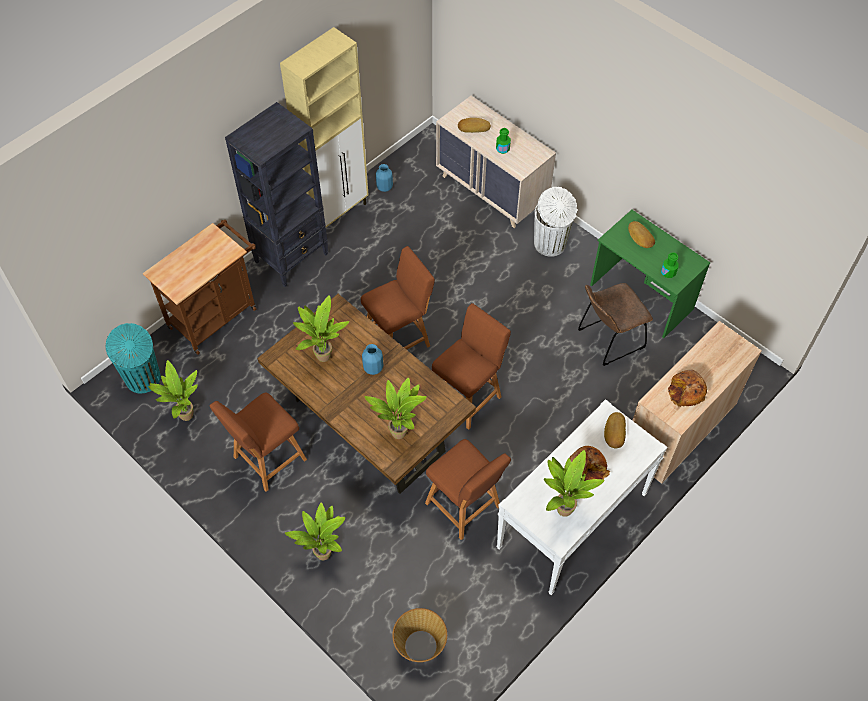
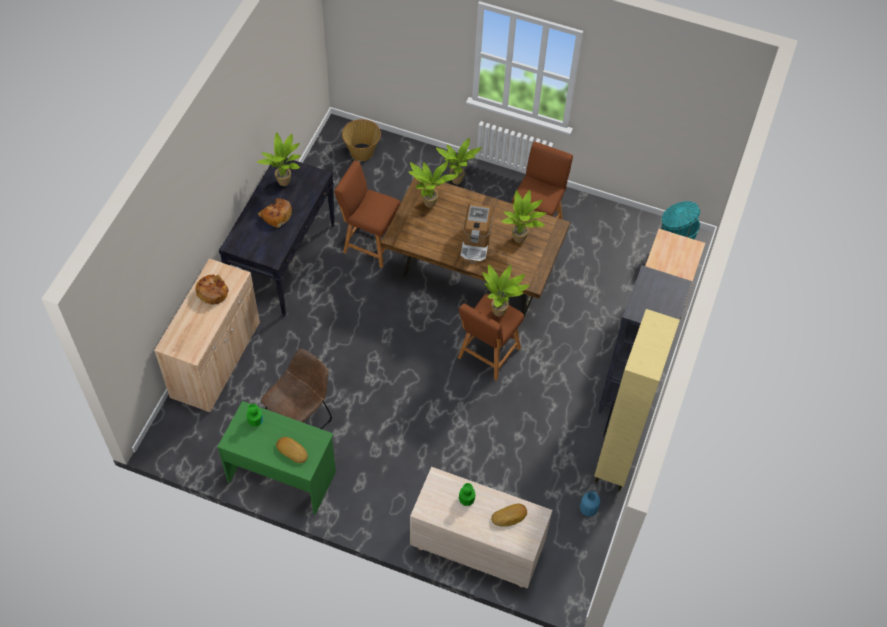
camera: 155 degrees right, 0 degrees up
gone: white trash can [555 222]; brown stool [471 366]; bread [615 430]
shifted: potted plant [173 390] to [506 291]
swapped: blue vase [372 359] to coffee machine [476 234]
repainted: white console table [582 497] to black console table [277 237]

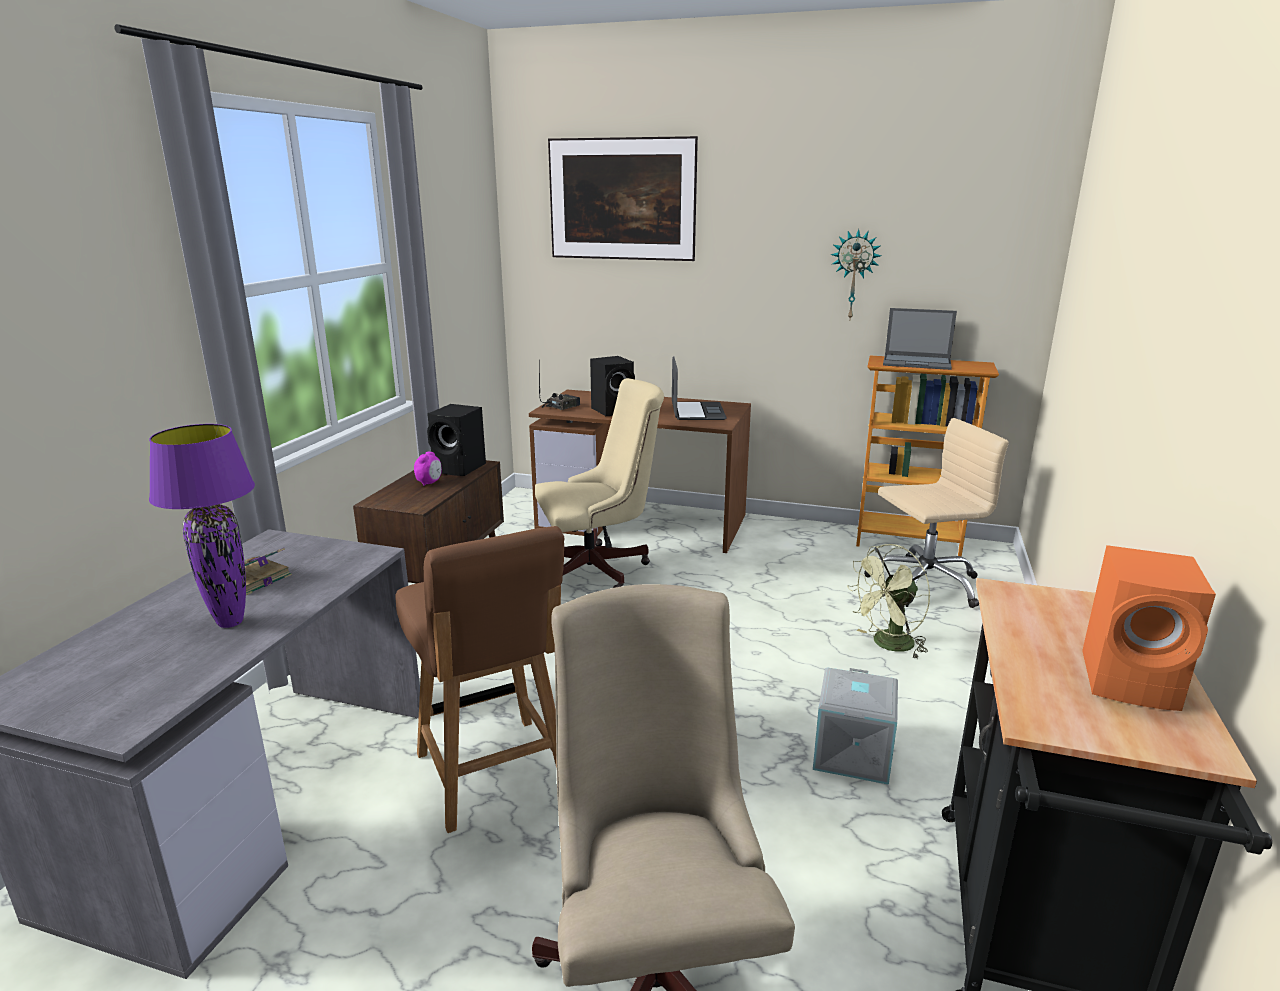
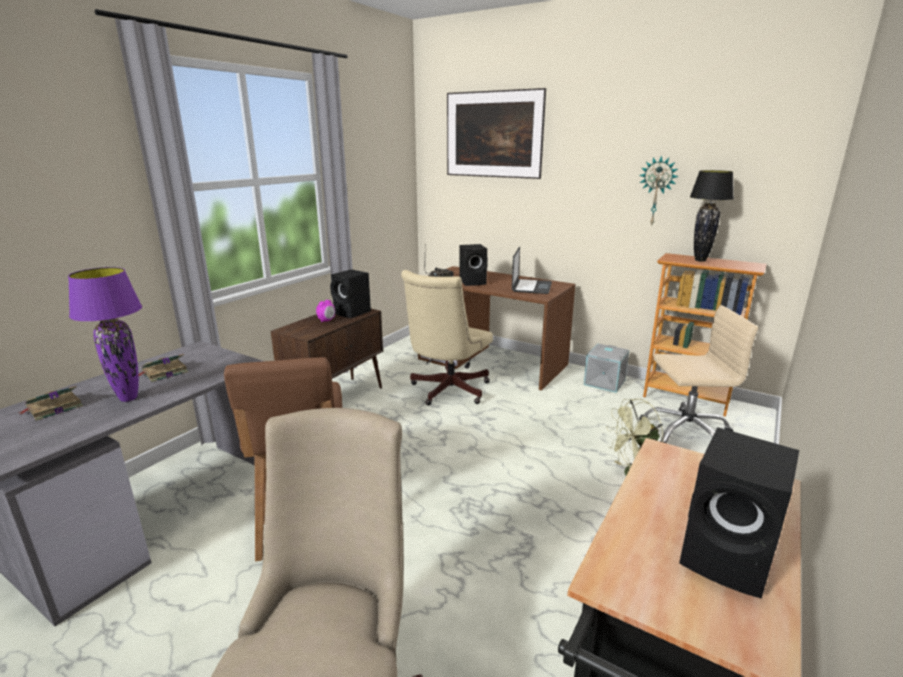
camera: 15 degrees right, 0 degrees up
new: book [50 403]
shifted: grey storage box [855 726] to [606 368]
swapped: laptop [920 339] to black table lamp [712 216]
repainted: orange speaker [1149 628] to black speaker [739 513]
rotated: beige office chair [599 483] = [447 337] 120 degrees clockwise

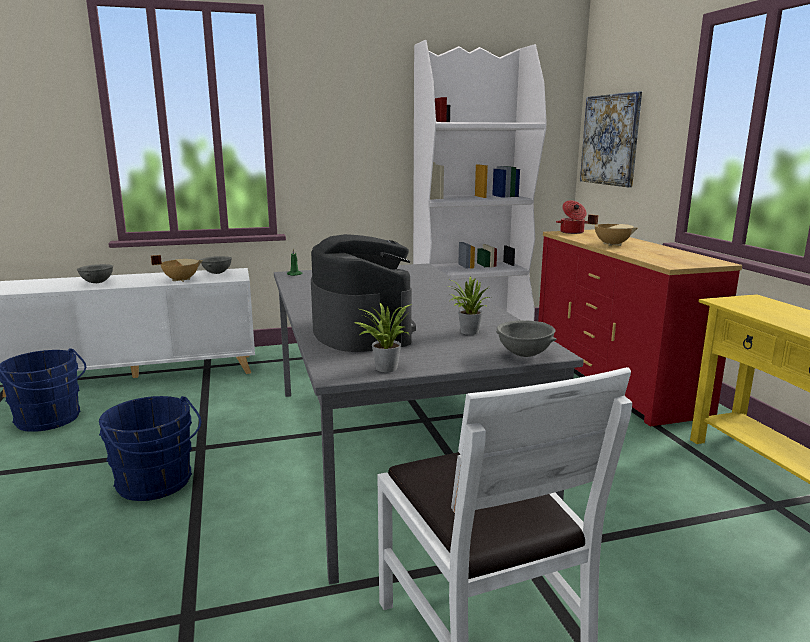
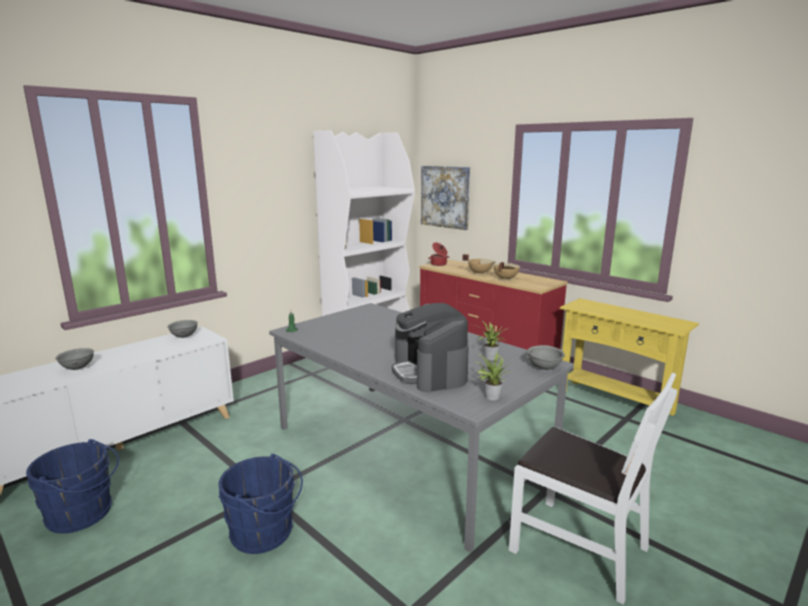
camera: 30 degrees left, 0 degrees up
shifted: beige cooking pot [177 268] to [506 271]
rotated: coffee machine [363 293] = [430 347] 150 degrees counterclockwise

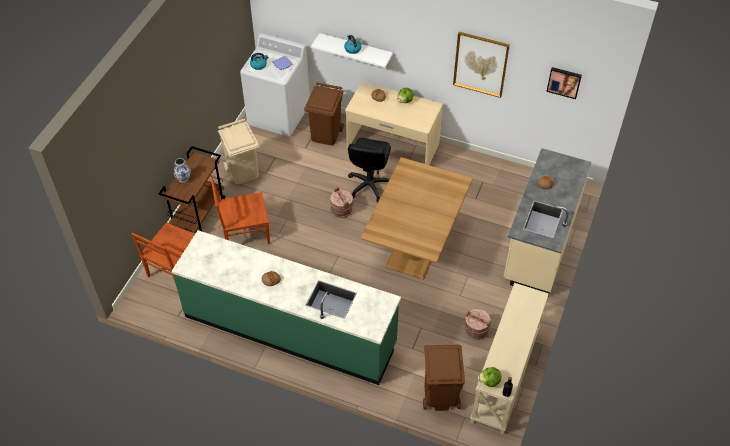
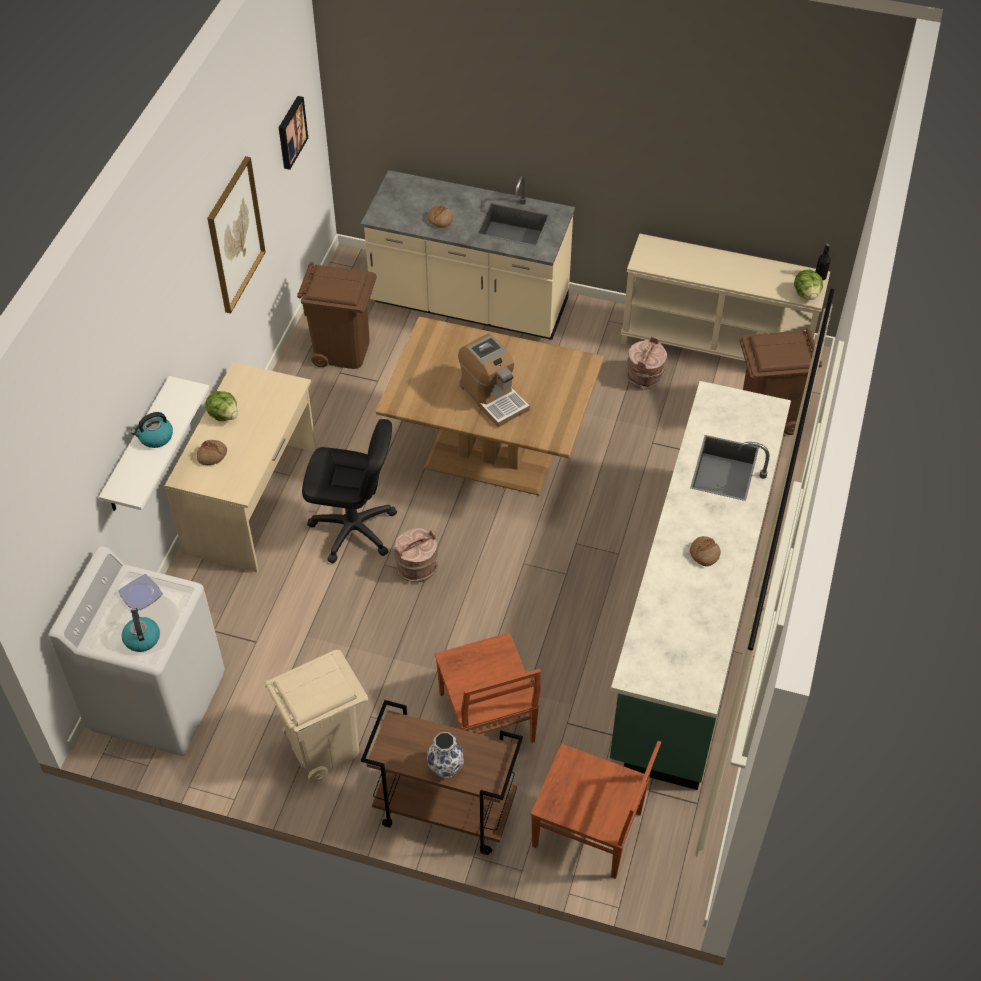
camera: 95 degrees left, 0 degrees up
new: coffee machine [494 380]
shifted: brown trash can [324 113] to [337 315]

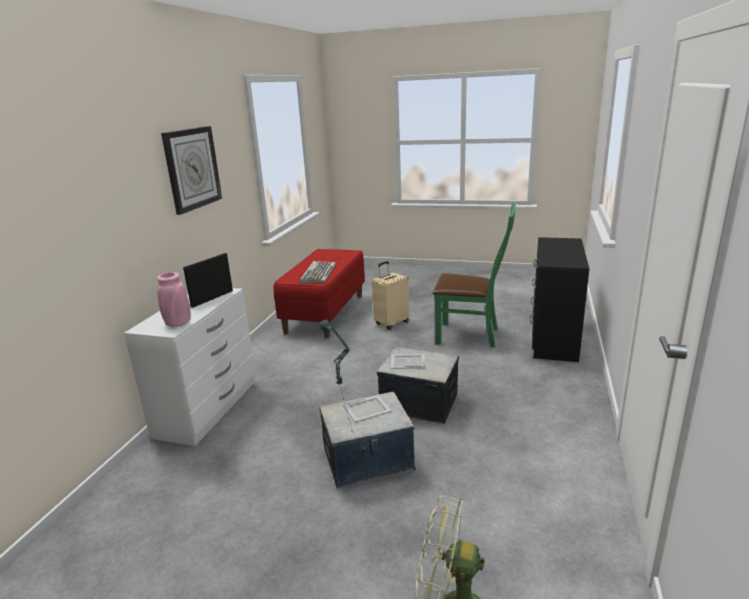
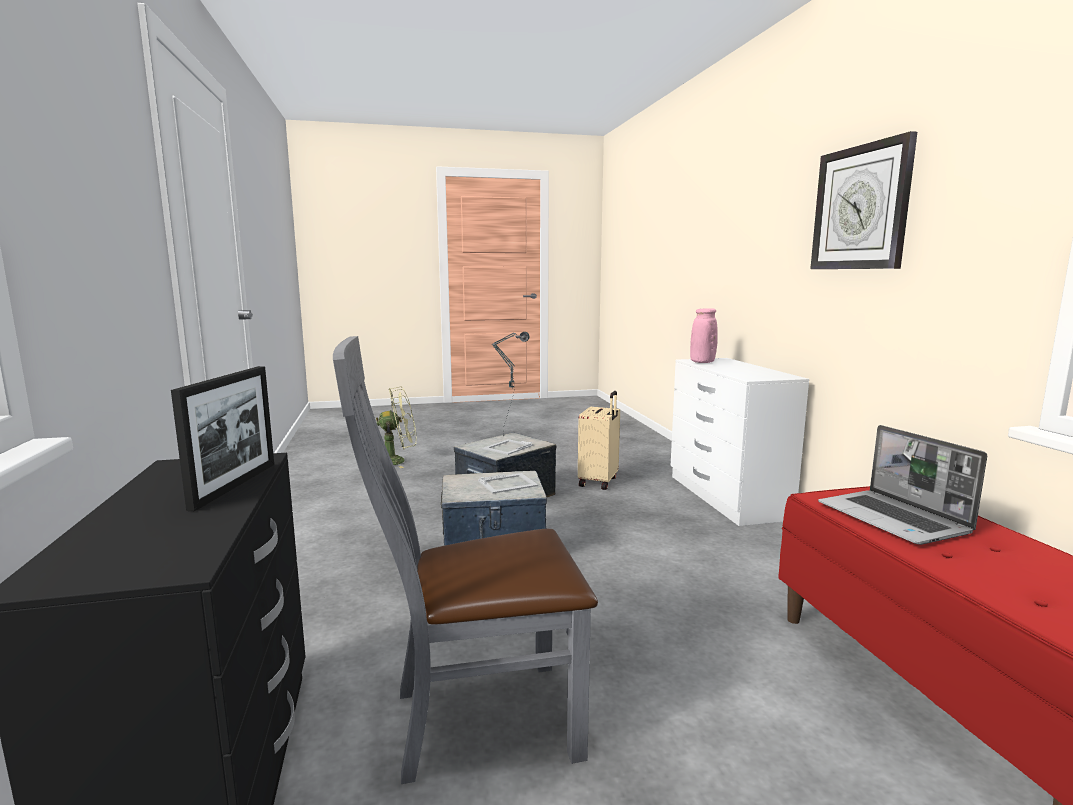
camera: 150 degrees right, 10 degrees down
shifted: picture frame [208 280] to [222 438]; beige suitcase [391 295] to [599 440]
swapped: keyboard [318 272] to laptop [902 485]
repainted: green chair [474 275] to grey chair [465 560]

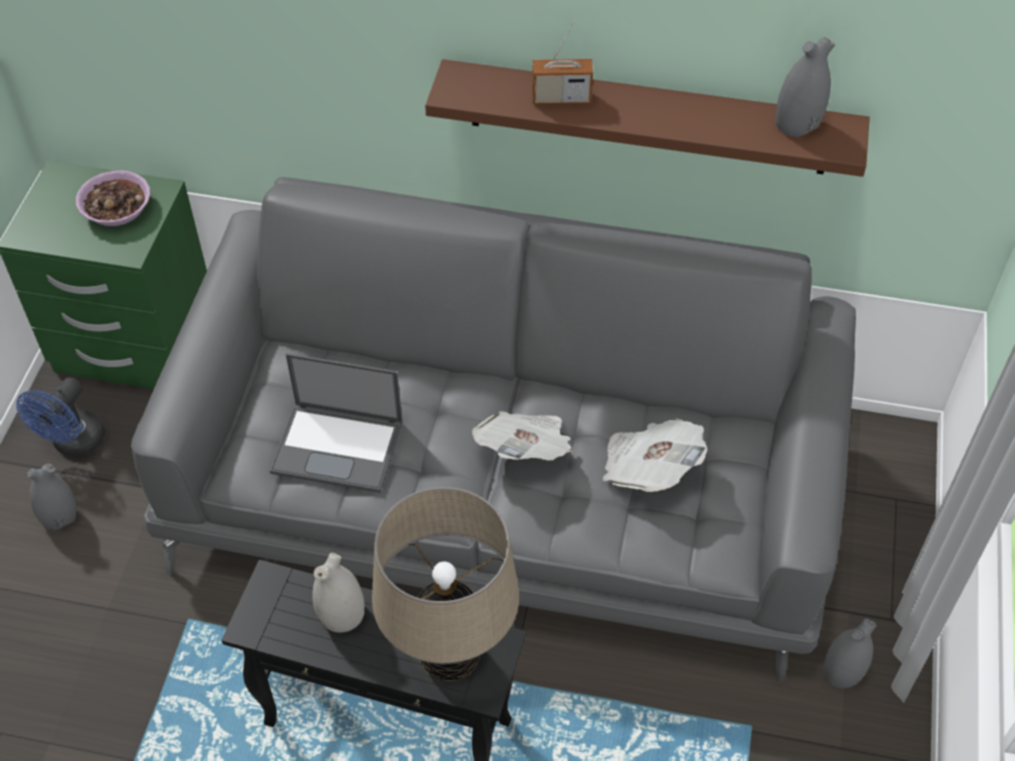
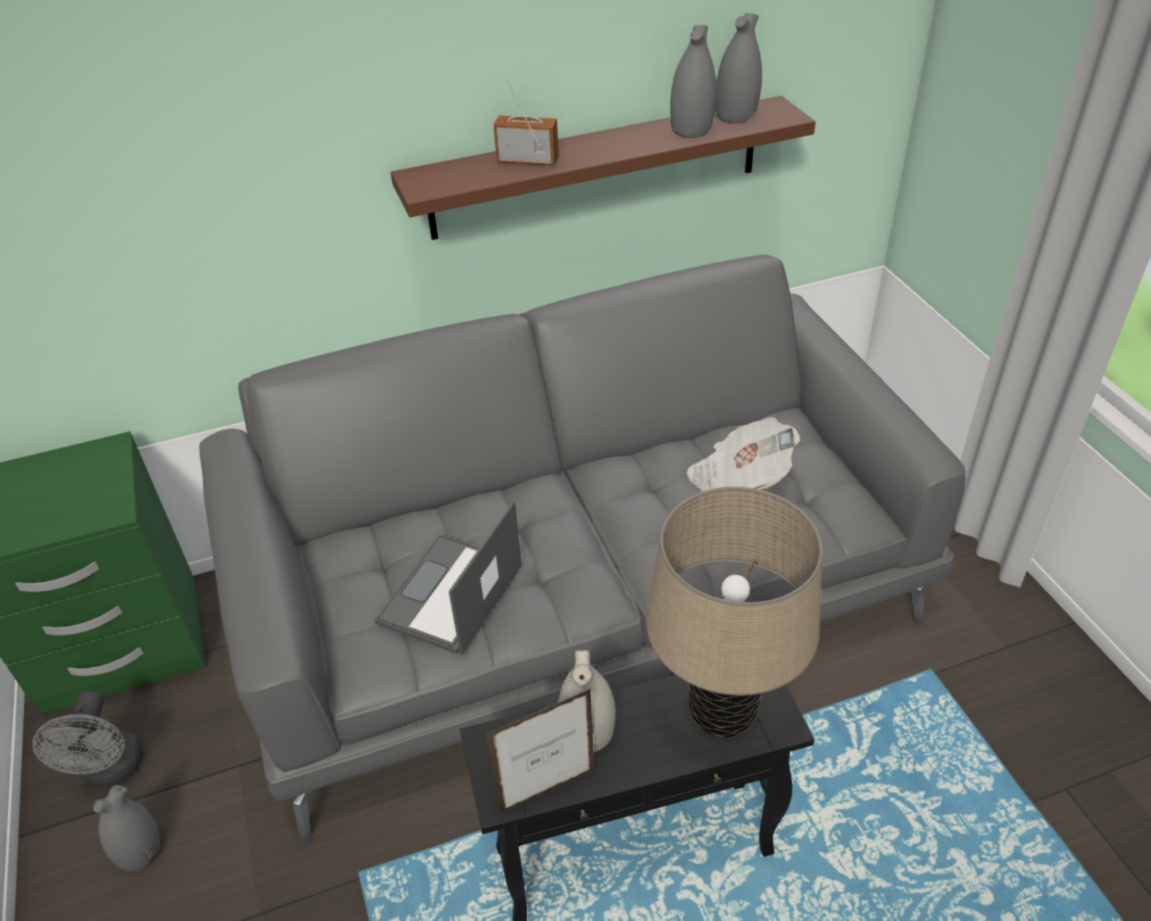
camera: 30 degrees left, 10 degrees down
gone: bowl [113 198]; newspaper [522 436]
new: picture frame [541 751]
shifted: grey vase [850 653] to [693 81]
repainted: blue fan [60 417] to grey fan [87 739]
rotated: radio [562 62] = [526 123] 135 degrees counterclockwise; laptop [336 423] = [448 578] 135 degrees clockwise

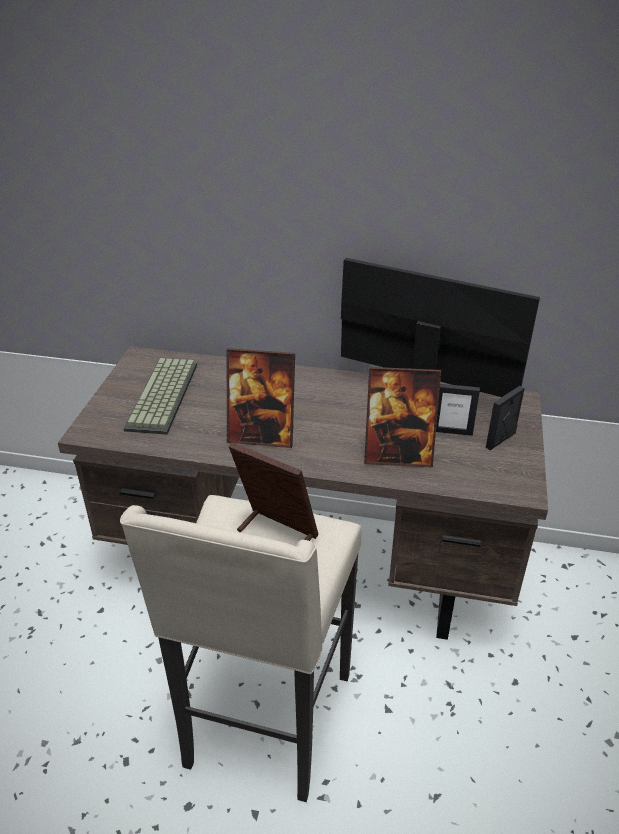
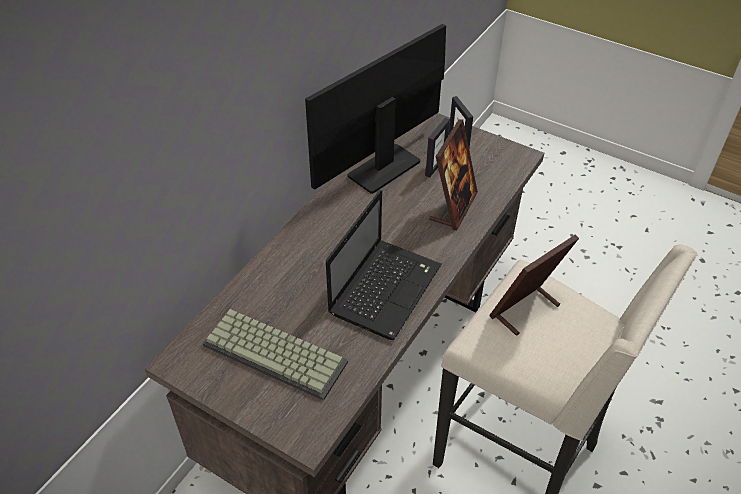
camera: 70 degrees left, 10 degrees up
swapped: picture frame [261 398] to laptop [383 265]

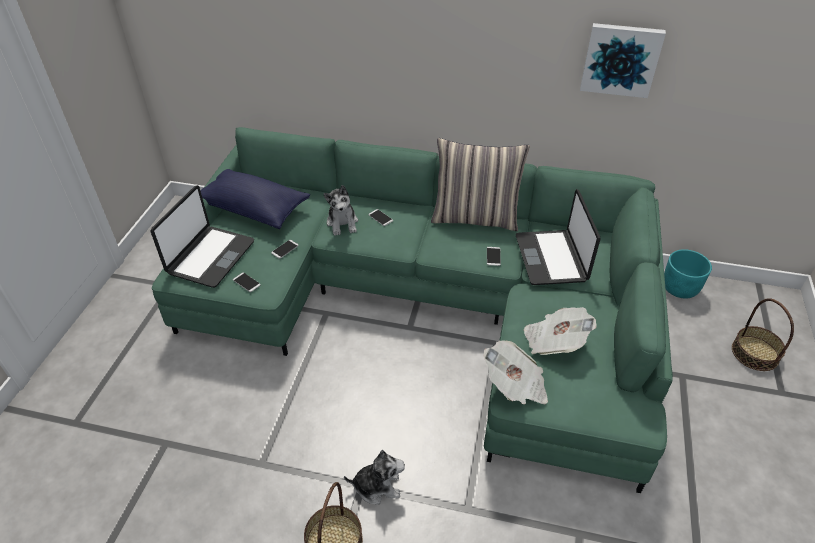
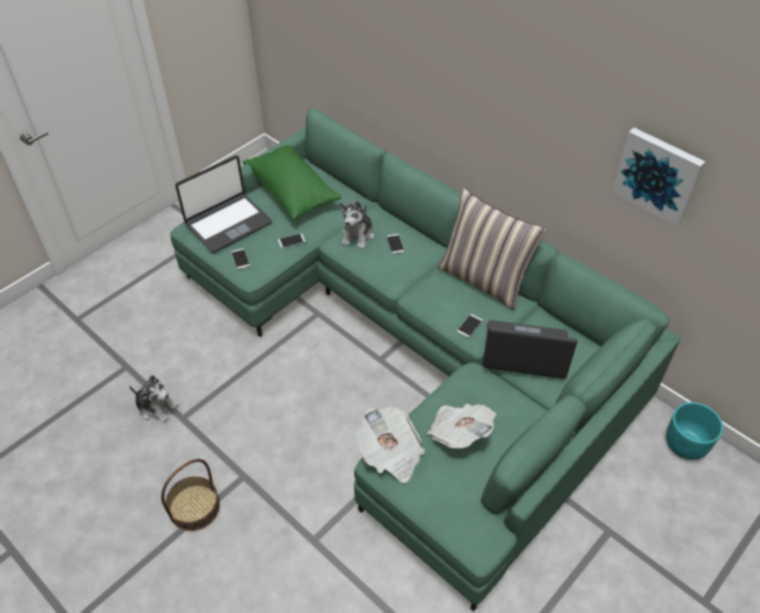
camera: 30 degrees right, 5 degrees up
gone: basket [763 334]
shifted: plush toy [374 477] to [154 399]
repainted: blue pillow [255 199] to green pillow [292 183]
rotated: laptop [558 237] = [530 349] 75 degrees clockwise

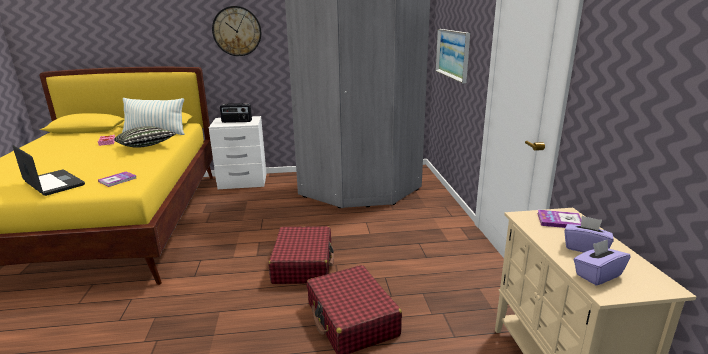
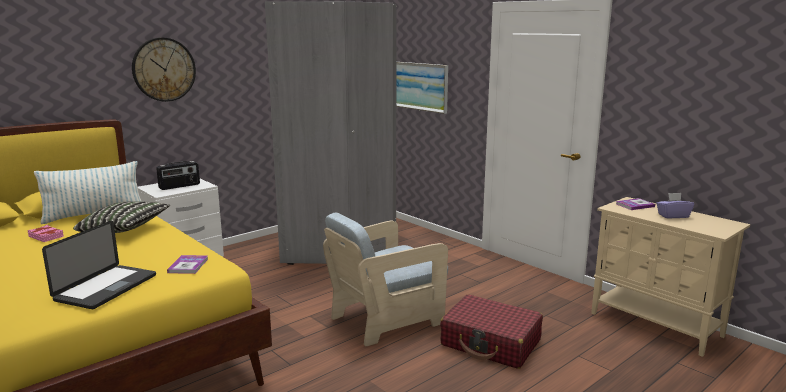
camera: 35 degrees left, 5 degrees down
gone: purple tissue box [602 262]
swapped: red suitcase [301 255] to beige armchair [385 279]
rotated: laptop [49 170] = [99 264] 105 degrees clockwise

